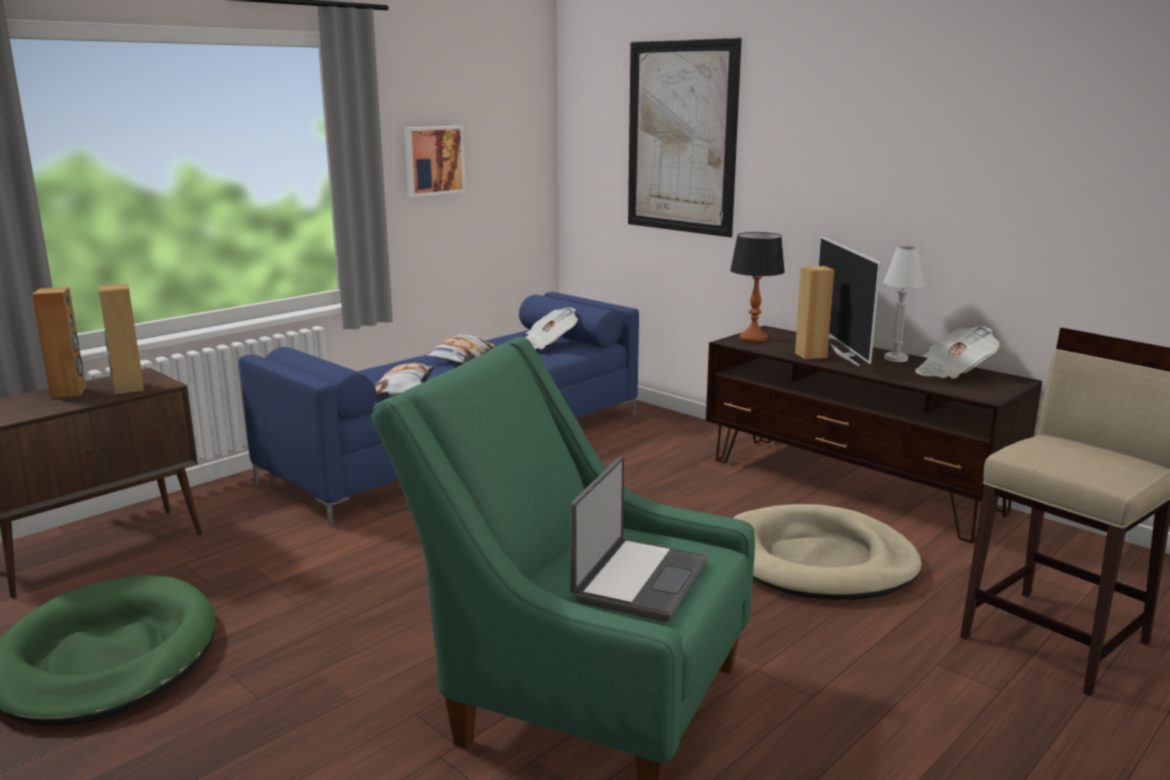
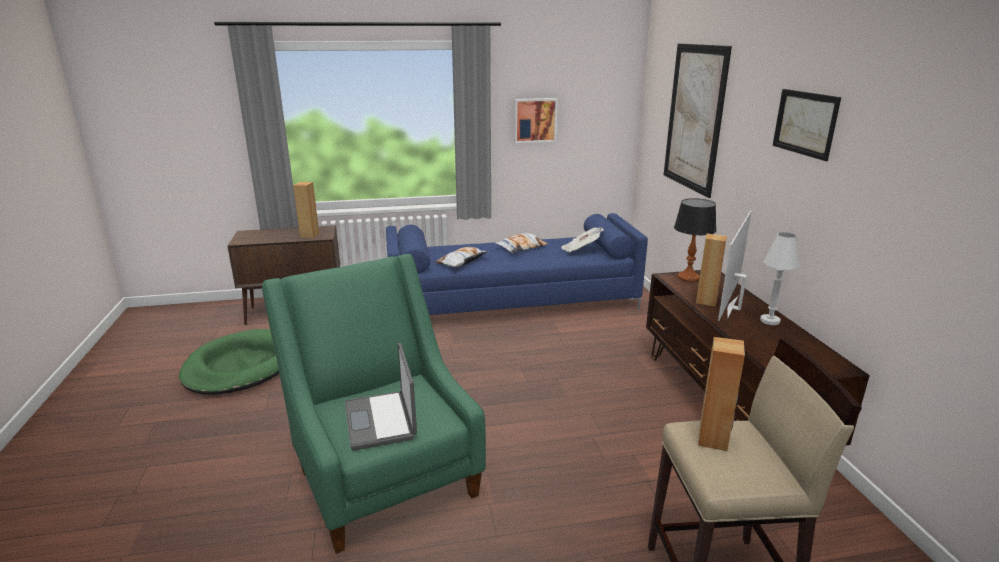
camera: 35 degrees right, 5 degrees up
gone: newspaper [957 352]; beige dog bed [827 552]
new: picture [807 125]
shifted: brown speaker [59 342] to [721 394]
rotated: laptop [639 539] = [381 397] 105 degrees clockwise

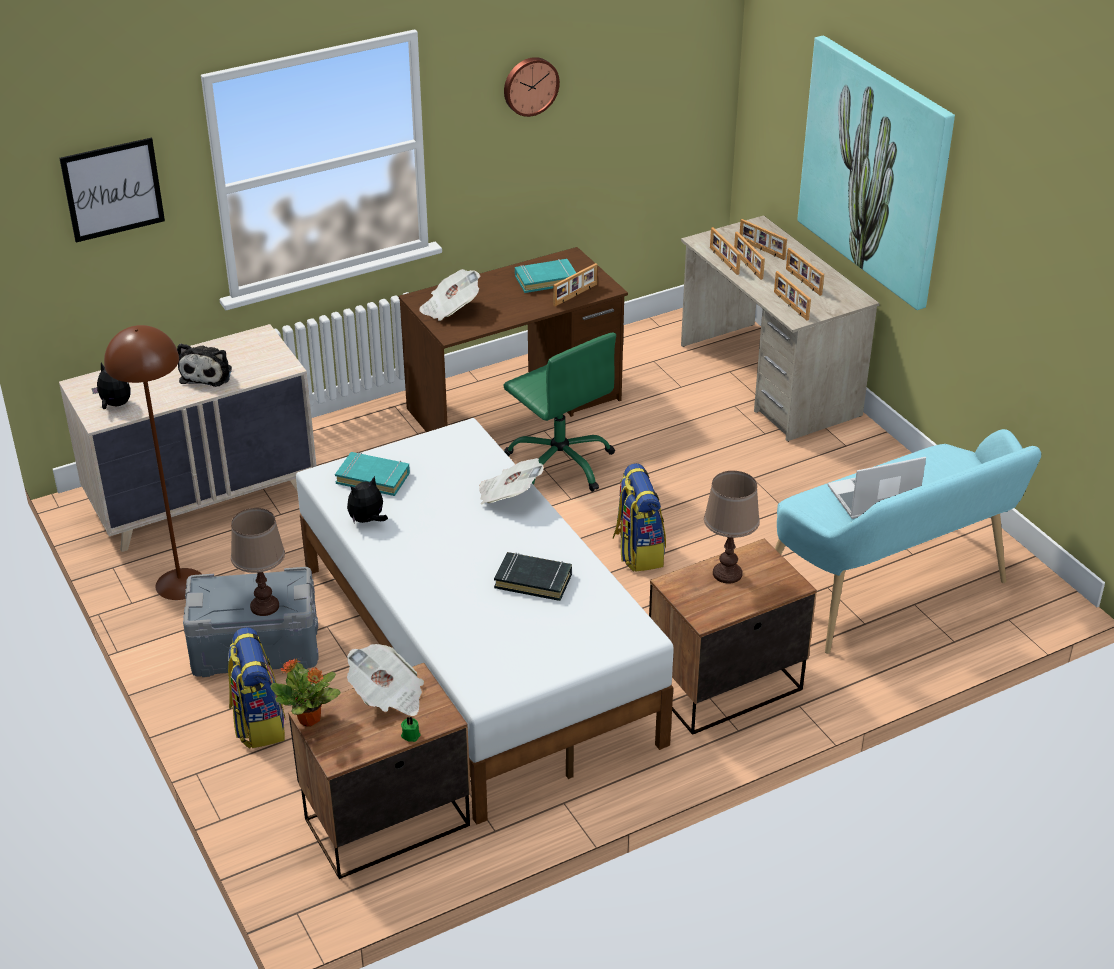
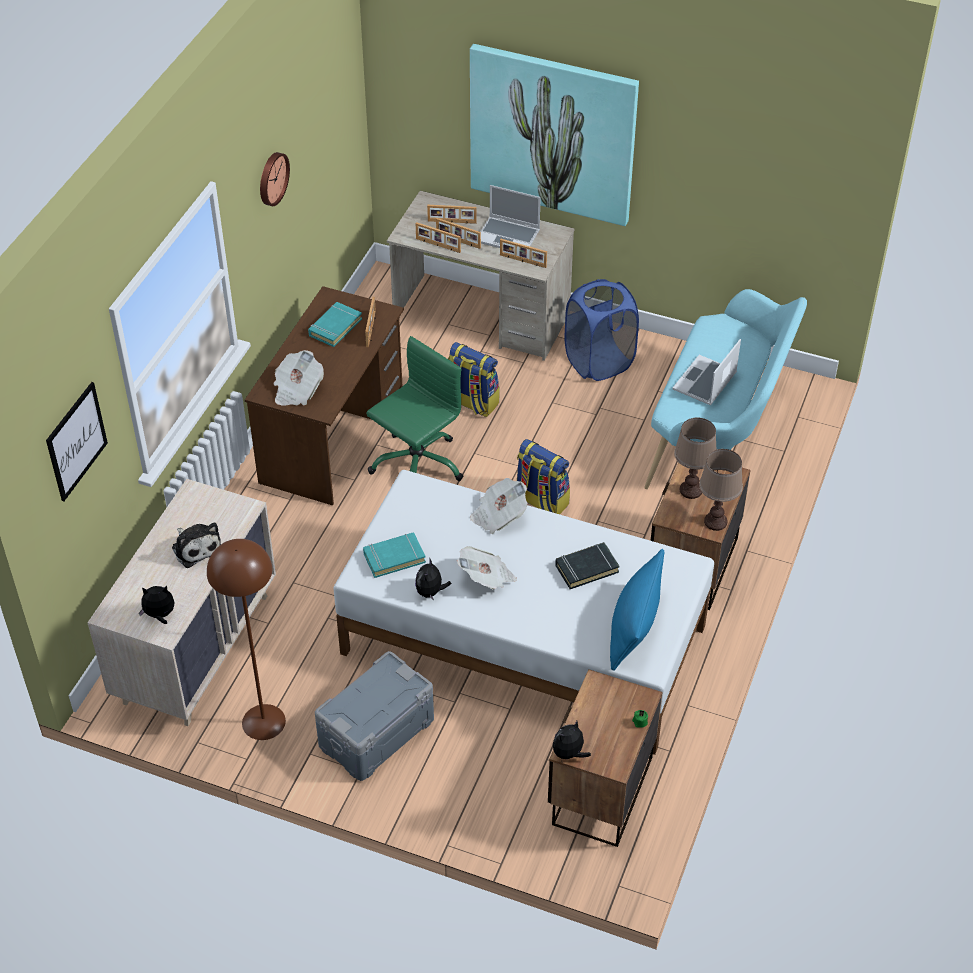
camera: 40 degrees left, 10 degrees up
new: blue laundry basket [602 330]; blue pillow [637 610]
shifted: brown table lamp [258 562] to [721 490]; backpack [257 688] to [474 379]; newspaper [385 680] to [486 568]
swapped: picture frame [805 272] to laptop [511 216]; potted plant [305 692] to plush toy [572 740]
rotated: green office chair [560 412] = [414 408] 60 degrees counterclockwise

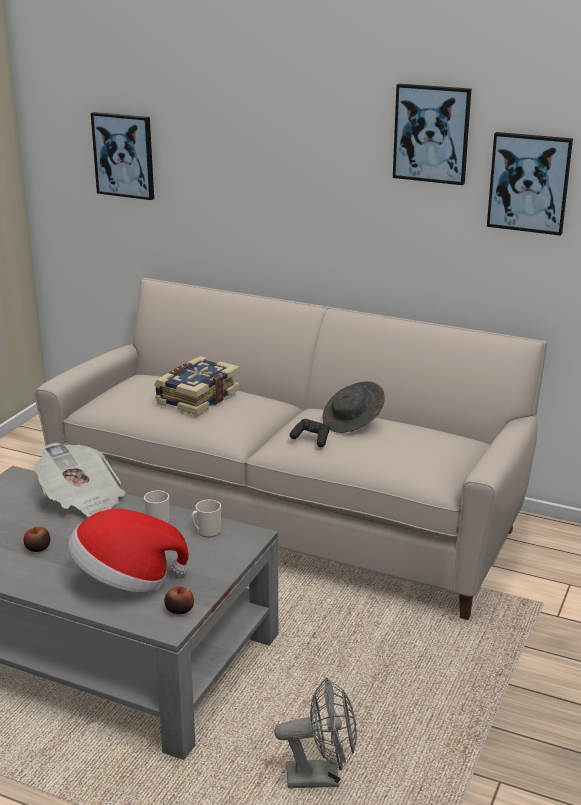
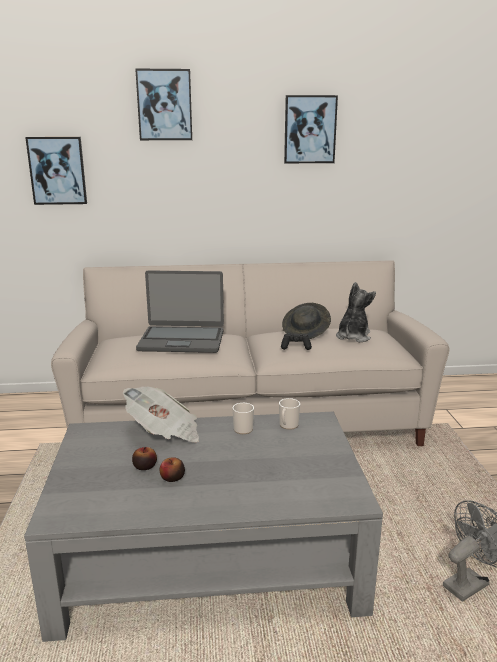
camera: 30 degrees left, 5 degrees down
gone: hat [128 551]
new: plush toy [356 312]
shifted: picture [530 184] to [163 104]; apple [179 600] to [144 458]
swapped: book [197 385] to laptop [180 311]

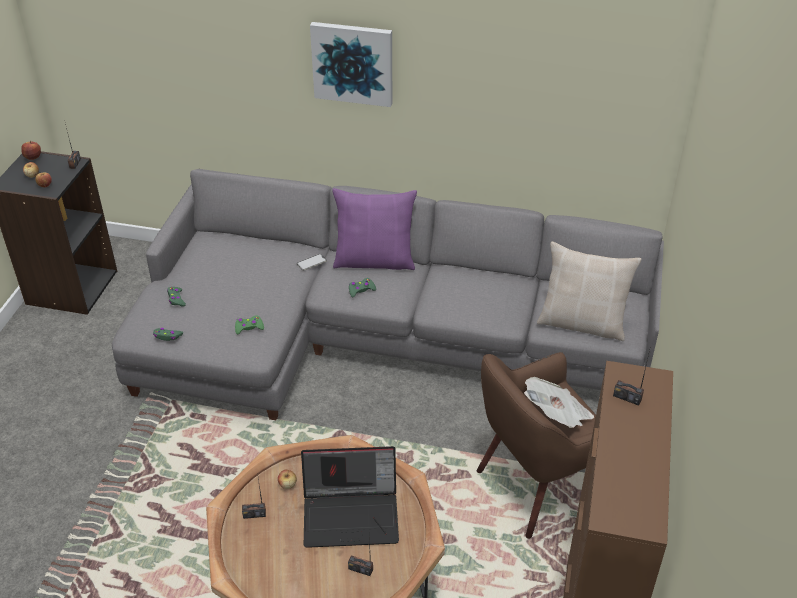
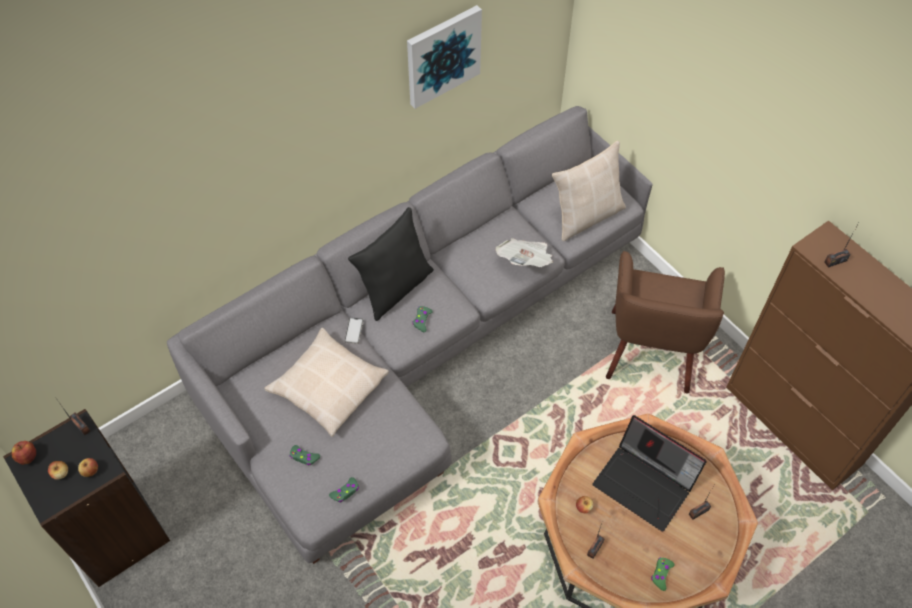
camera: 50 degrees left, 15 degrees up
new: beige pillow [326 382]
shifted: picture [351 64] to [444 57]; green game controller [249 324] to [663 574]; newspaper [559 402] to [524 252]
repainted: purple pillow [374 229] to black pillow [391 264]
rotated: laptop [350 497] = [649 473] 90 degrees clockwise

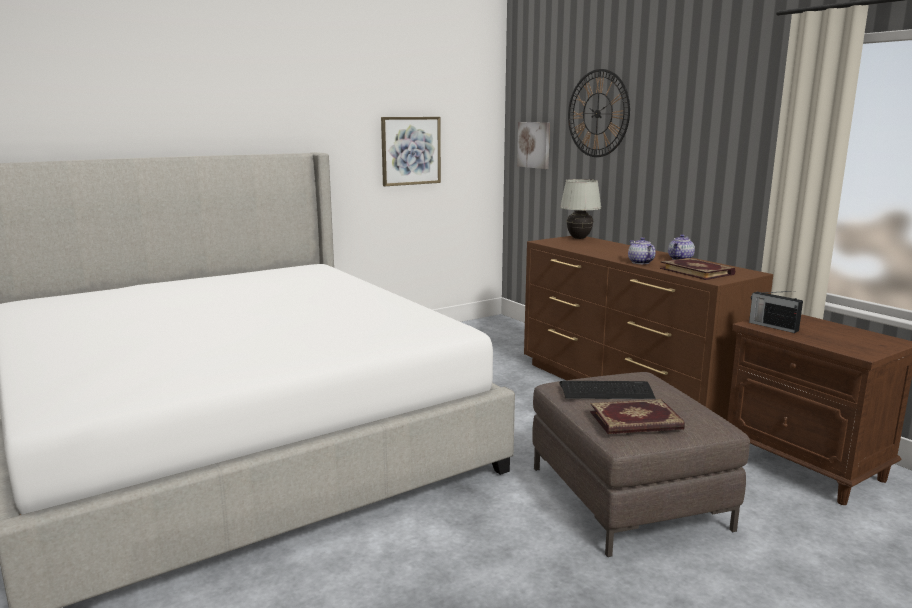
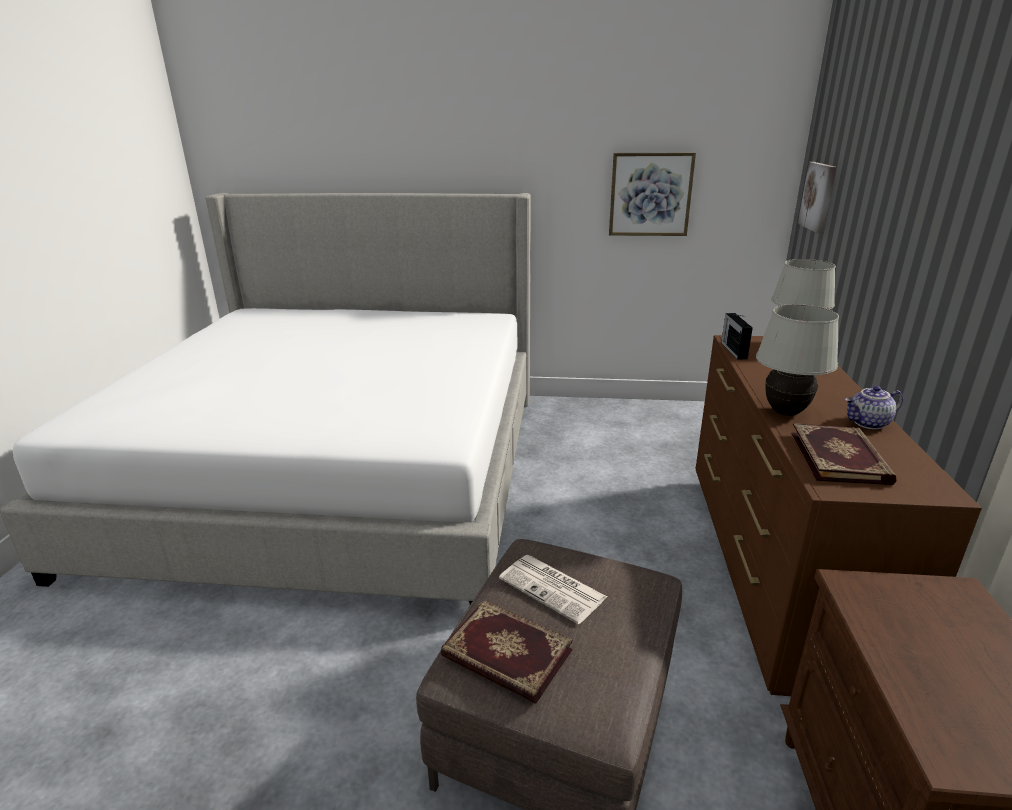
camera: 40 degrees right, 10 degrees up
gone: wall clock [599 113]
shifted: radio [776 312] to [737 336]
swapped: teapot [641 250] to white table lamp [797 360]; keyboard [607 390] to newspaper [553 589]

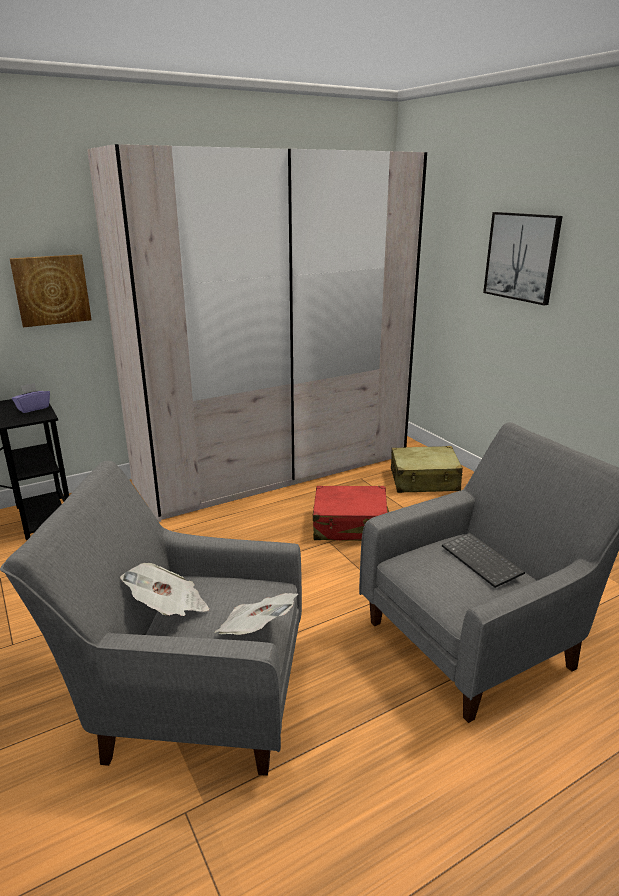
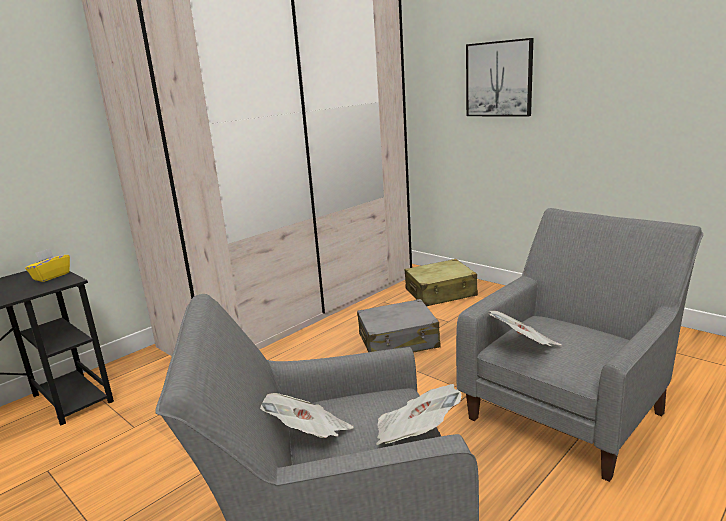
camera: 15 degrees left, 5 degrees down
gone: picture [50 290]; keyboard [483 560]
new: newspaper [525 328]
repainted: purple tissue box [31 398] to yellow tissue box [47 265]; red suitcase [351 513] to grey suitcase [398 326]

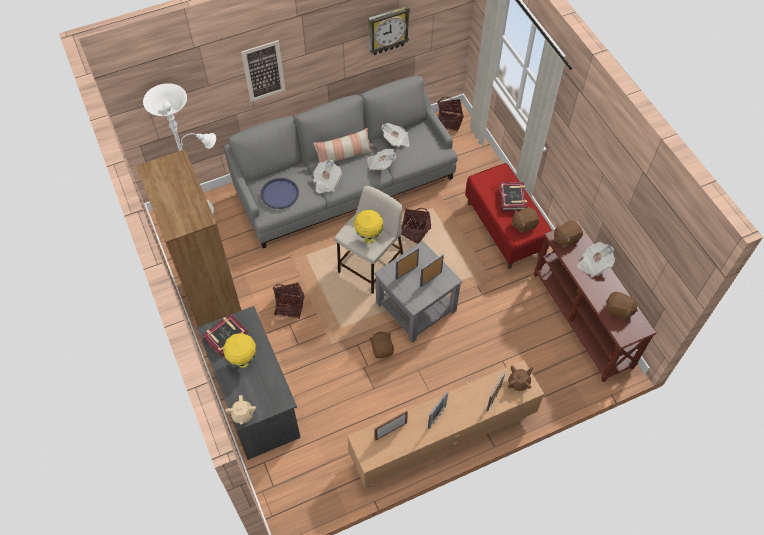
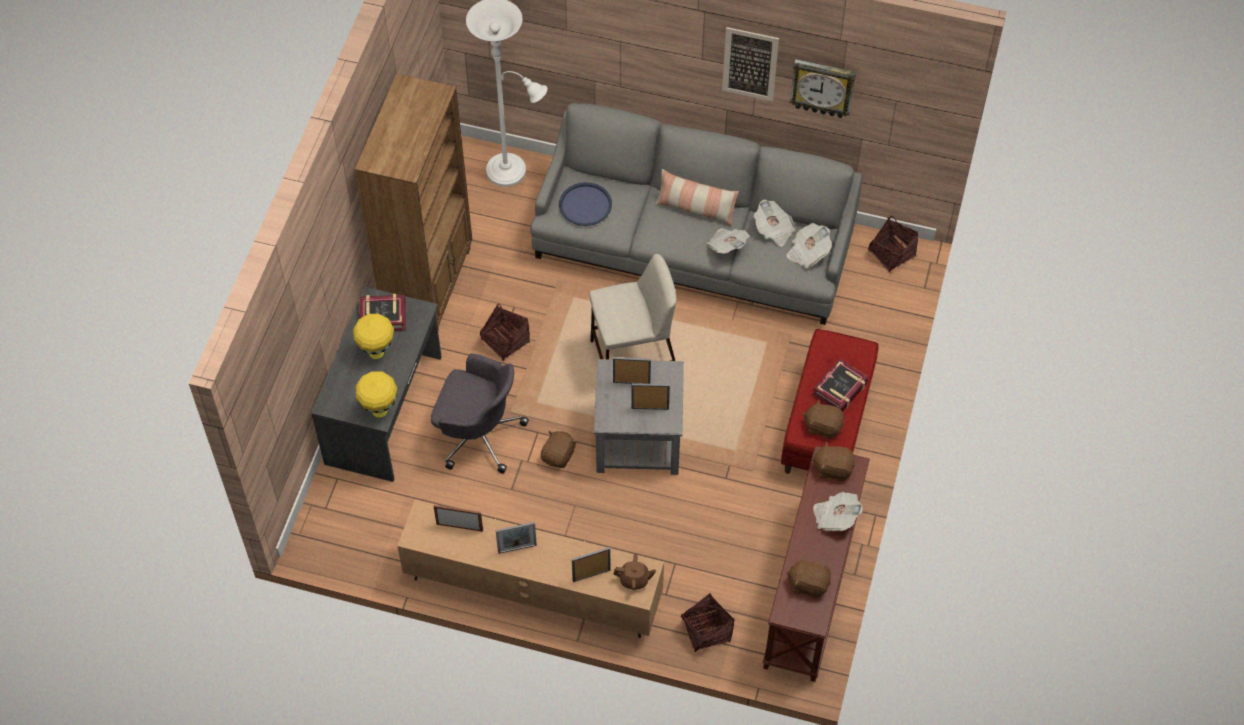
camera: 40 degrees right, 0 degrees up
gone: beige teapot [240 409]
new: grey office chair [480 413]
shifted: picture [263 71] to [750 64]; newspaper [327 176] to [809 245]; basket [416 226] to [708 622]; yellow table lamp [368 227] to [376 394]
rotated: brown plush toy [622 306] = [808 577] 135 degrees clockwise

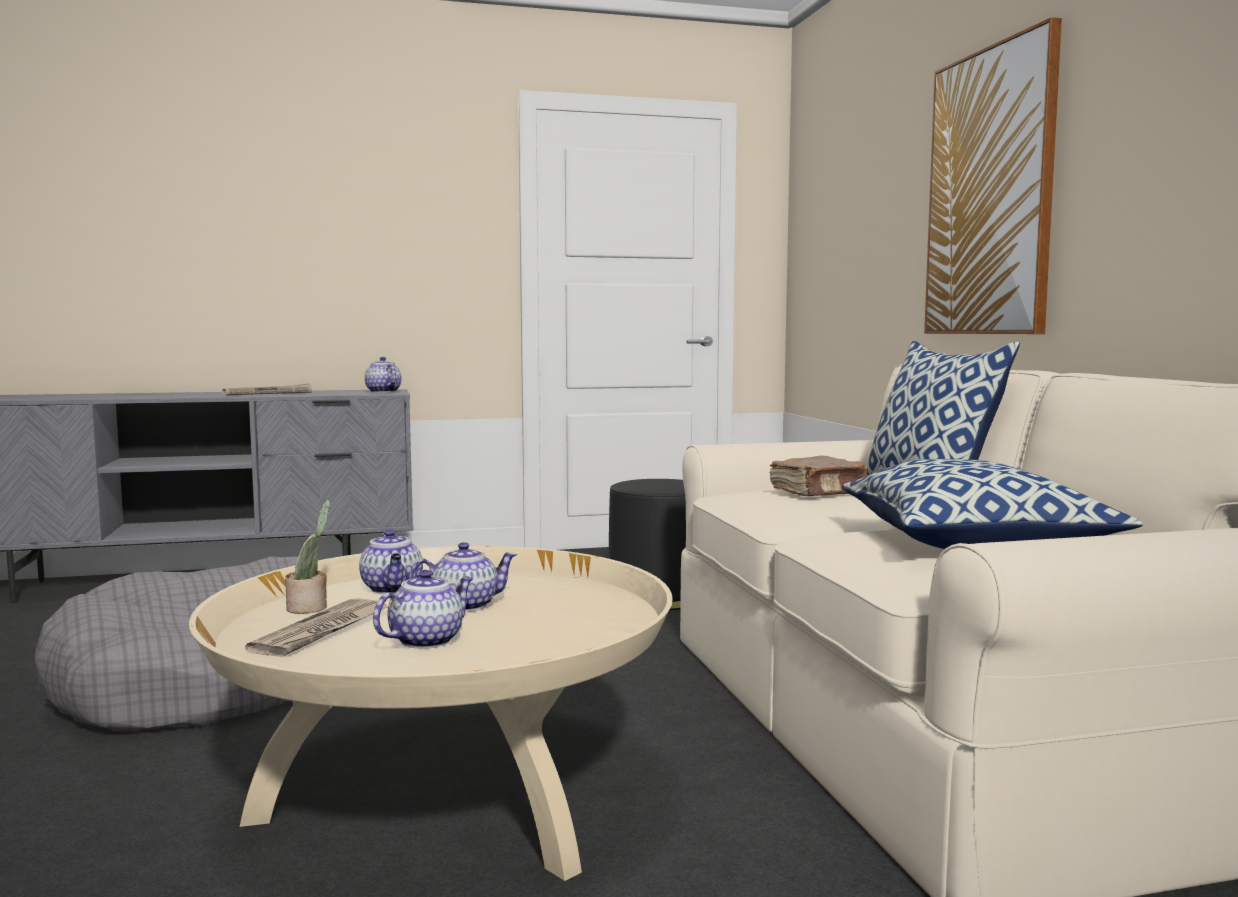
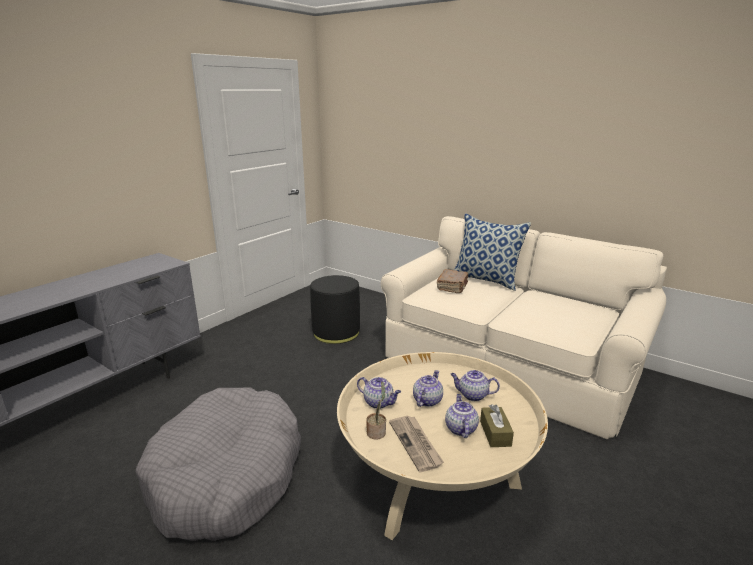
camera: 40 degrees left, 15 degrees up
gone: picture [993 175]; newspaper [267 389]; pillow [992 504]
new: brown tissue box [497 425]
shifted: teapot [383 375] to [475 385]

